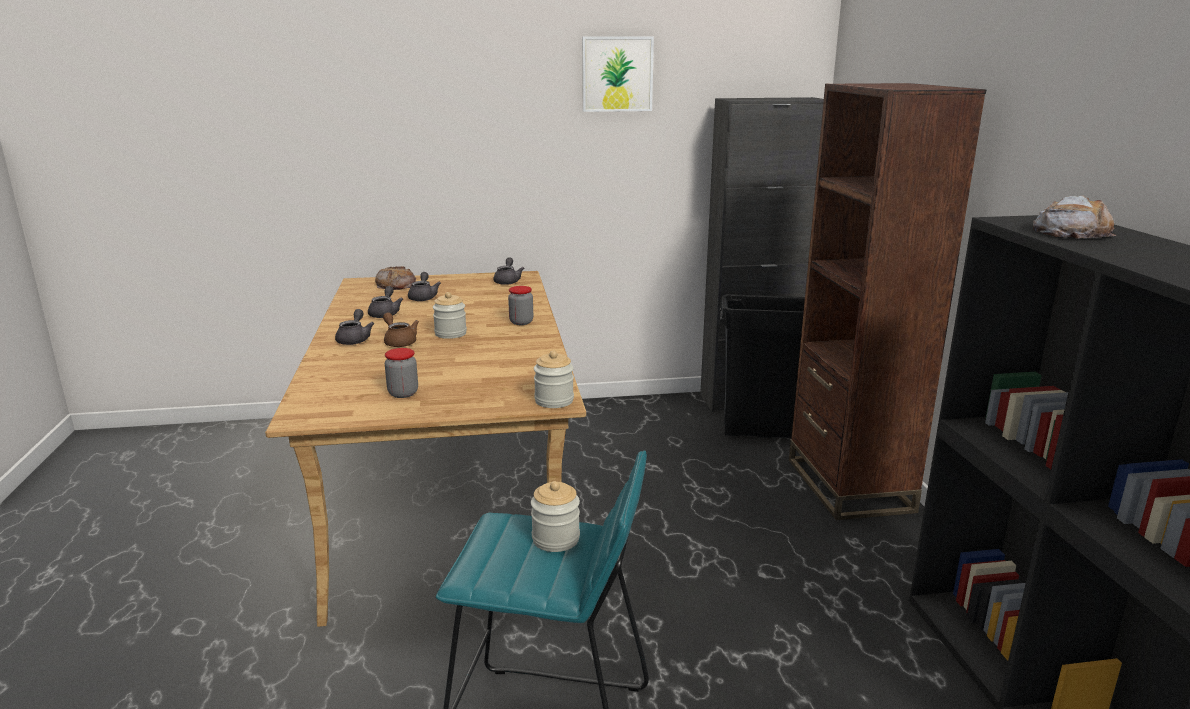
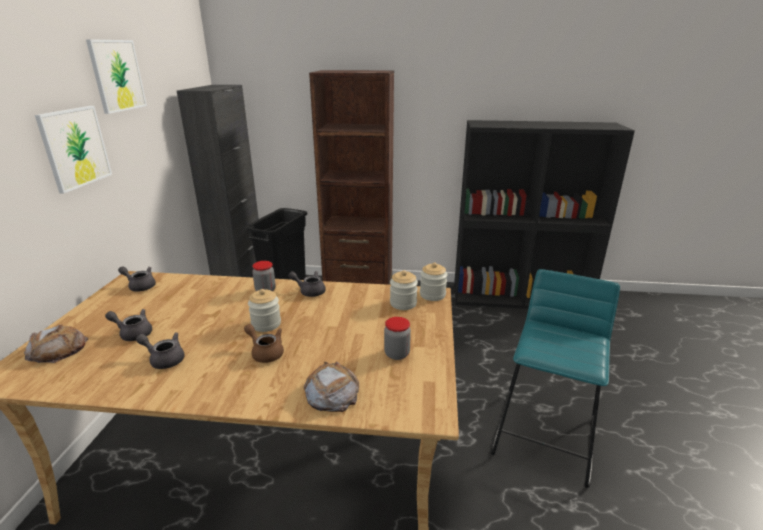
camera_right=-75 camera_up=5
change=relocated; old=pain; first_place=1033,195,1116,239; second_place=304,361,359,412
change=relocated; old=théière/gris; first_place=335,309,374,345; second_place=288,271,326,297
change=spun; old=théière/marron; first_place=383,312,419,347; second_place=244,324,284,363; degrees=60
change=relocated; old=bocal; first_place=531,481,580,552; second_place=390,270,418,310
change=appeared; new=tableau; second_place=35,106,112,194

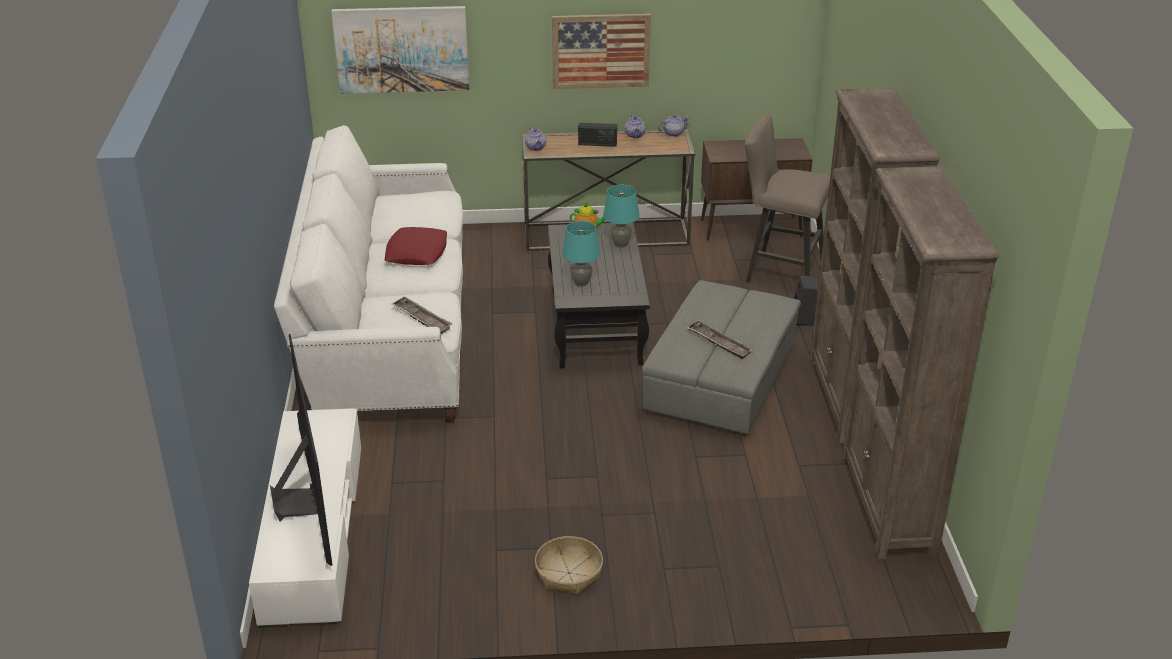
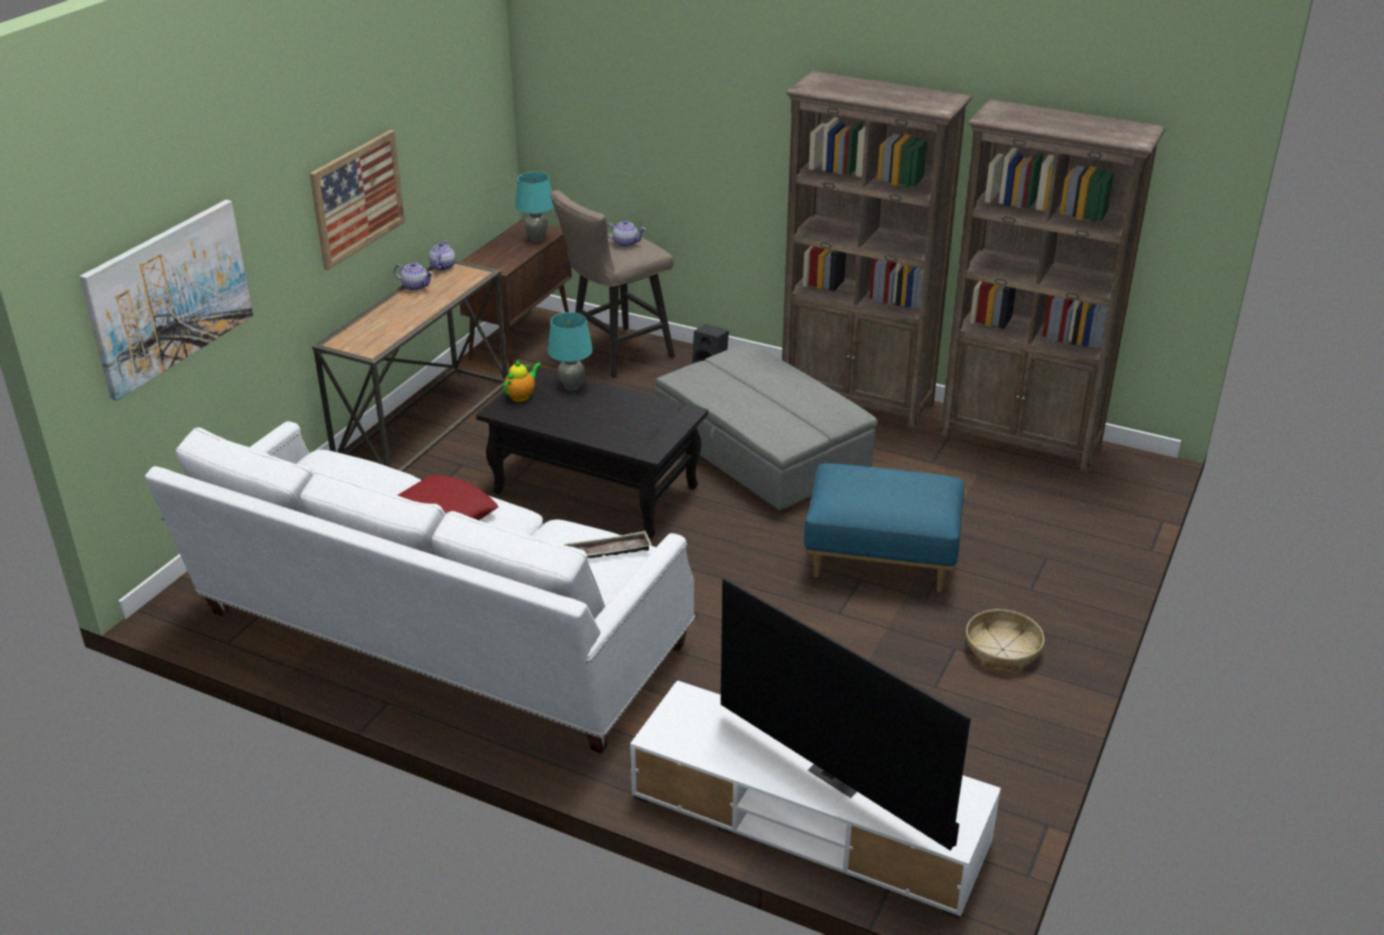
camera_right=-60 camera_up=0
change=missing; old=radio; first_place=578,123,617,147
change=relocated; old=théière; first_place=525,127,546,151; second_place=607,220,646,247
change=relocated; old=lampe de table/turquoise; first_place=562,221,600,287; second_place=515,172,554,241
change=missing; old=plateau; first_place=686,320,754,359
change=spun; old=téléviseur; first_place=270,334,332,566; second_place=721,578,971,850; degrees=-150
change=appeared; new=pouf/bleu; second_place=804,463,964,592

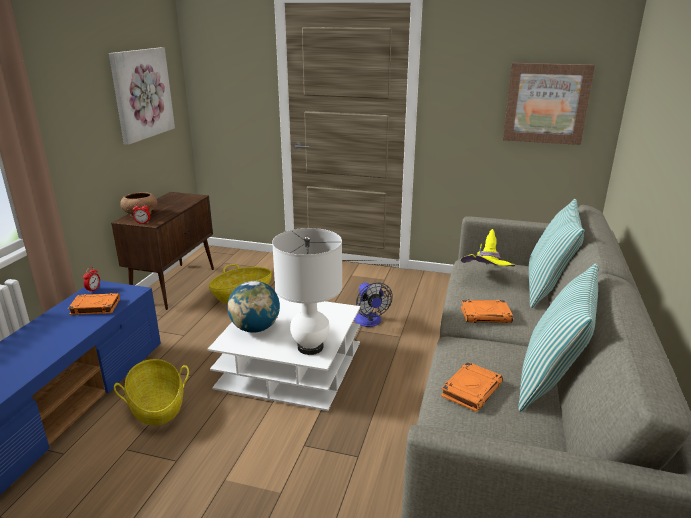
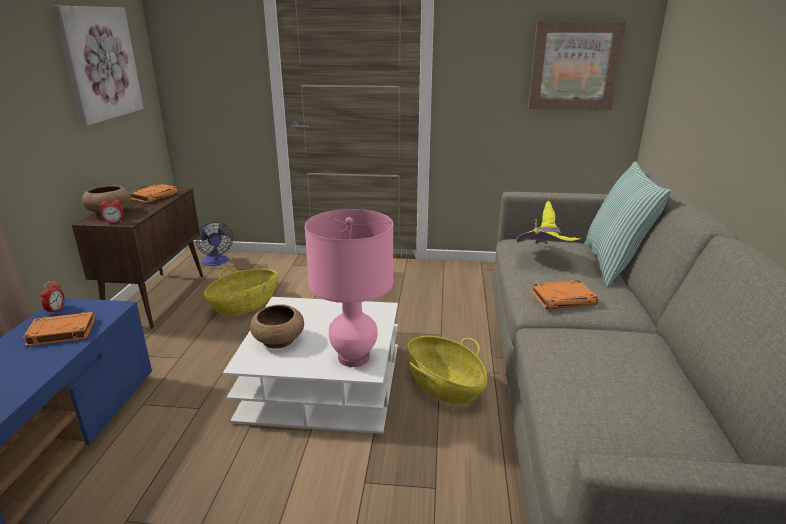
camera_right=-10 camera_up=0
change=colour; old=lampe de table/blanc; new=lampe de table/rose; first_place=272,228,342,355; second_place=305,209,394,367
change=missing; old=coussin; first_place=518,263,598,412
change=exchanged; old=globe; new=bol/marron; first_place=227,281,280,333; second_place=250,304,304,349
change=relocated; old=ventilateur; first_place=354,282,393,327; second_place=196,222,233,266
change=relocated; old=panier; first_place=114,359,189,426; second_place=407,336,487,404
change=relocated; old=livre/orange; first_place=441,362,503,412; second_place=129,183,178,203

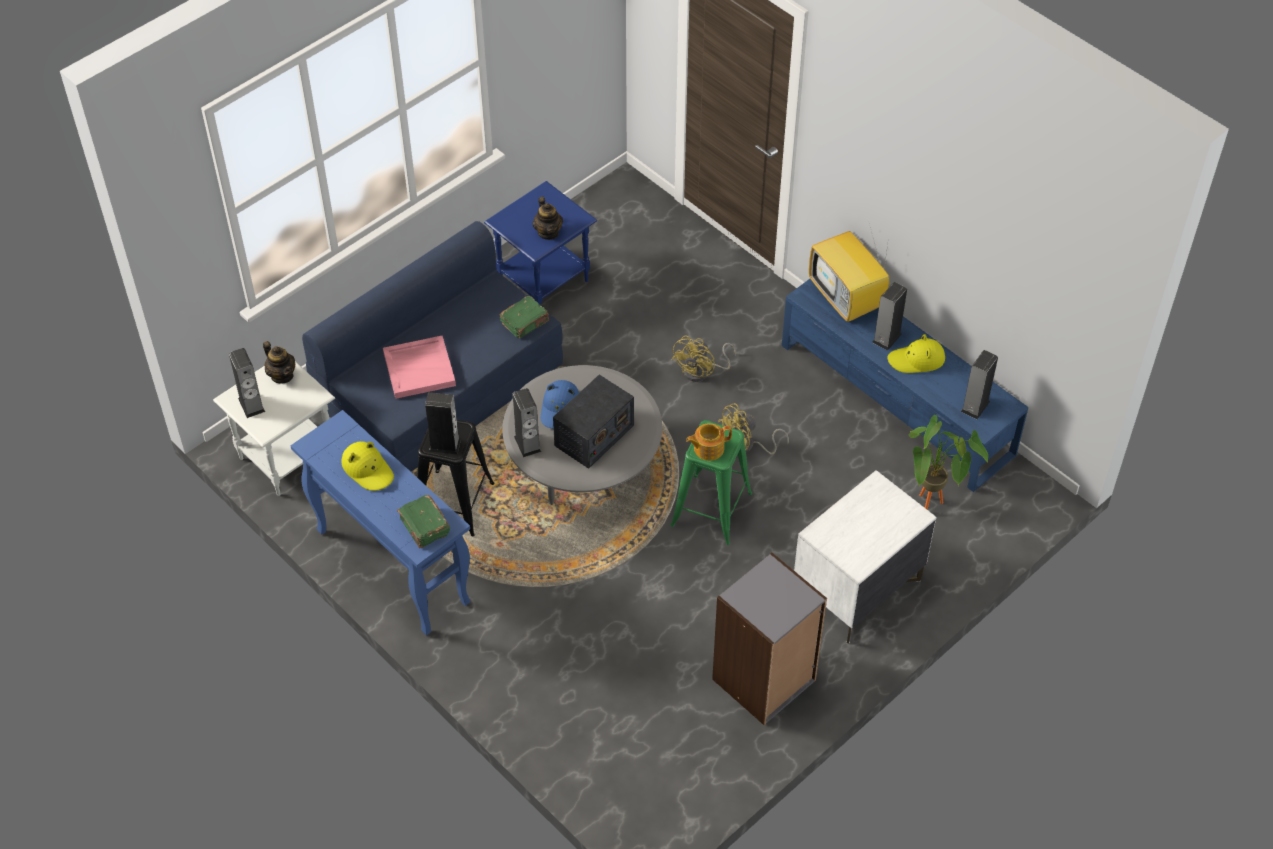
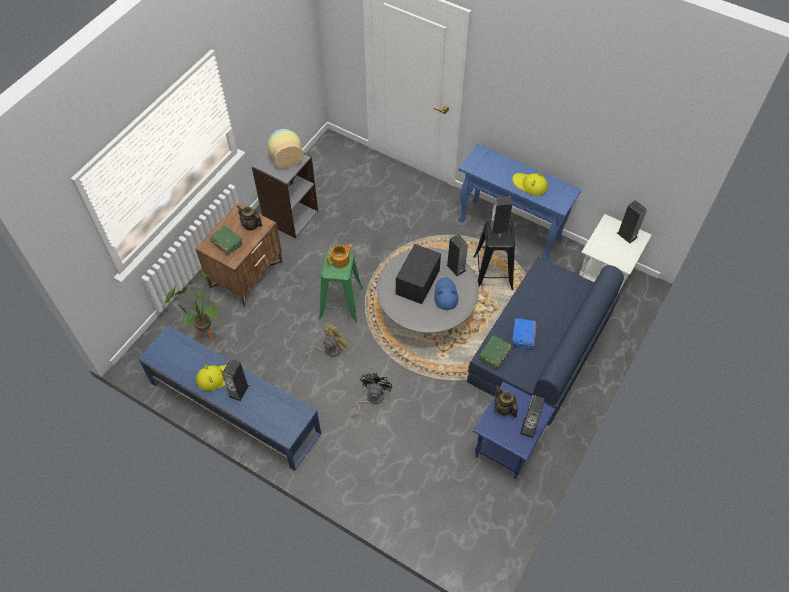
camera_right=165 camera_up=5
change=missing; old=téléviseur; first_place=809,227,889,322
change=missing; old=plateau/rose; first_place=383,336,456,399
change=colour; old=ventilateur/jaune; new=ventilateur/noir; first_place=672,336,736,382; second_place=352,373,392,417
change=relocated; old=théière; first_place=263,341,295,384; second_place=237,206,263,231
change=relocated; old=enceinte; first_place=960,350,998,419; second_place=520,395,545,438
change=colour; old=table de chevet/blanc; new=table de chevet/marron; first_place=794,470,937,644; second_place=195,203,282,307
change=relocated; old=livre/vert; first_place=397,495,450,548; second_place=210,226,243,255
change=appeared; new=vase; second_place=268,129,303,168
change=appeared; new=livre/bleu; second_place=511,318,537,349

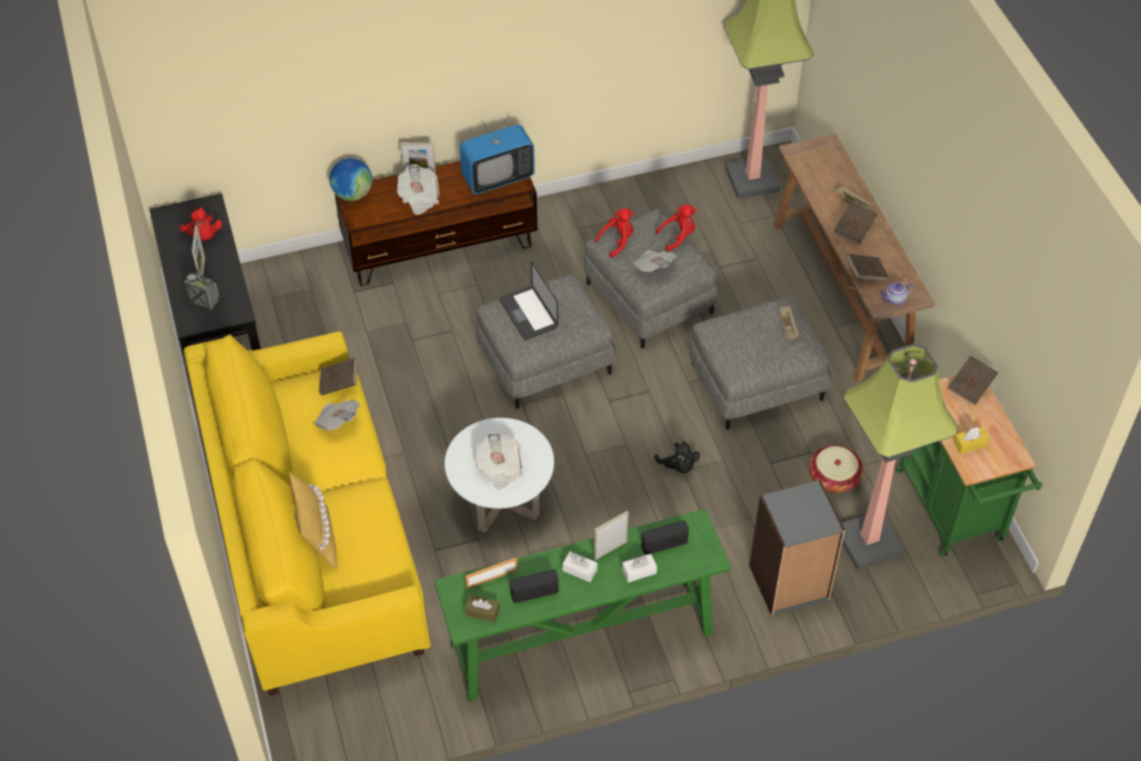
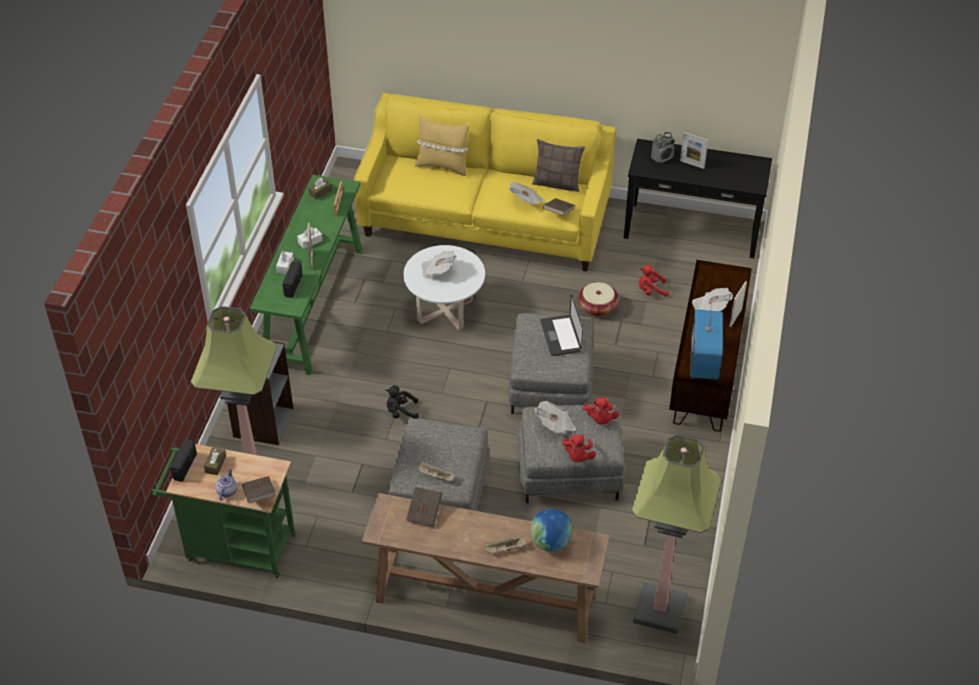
camera_right=120 camera_up=-5
change=relocated; old=globe; first_place=329,158,372,201; second_place=530,509,573,552
change=missing; old=livre/marron; first_place=833,201,877,245
change=relocated; old=peluche/rouge; first_place=180,207,222,240; second_place=639,264,669,297
change=spun; old=ordinateur portable; first_place=499,261,558,340; second_place=540,294,583,356; degrees=-105
change=relocated; old=théière; first_place=880,282,914,305; second_place=215,469,237,501
change=colour; old=boîte à mouchoirs/jaune; new=boîte à mouchoirs/marron; first_place=953,427,989,454; second_place=204,447,226,475
change=relocated; old=panier; first_place=809,445,864,493; second_place=578,282,619,317
change=relocated; old=radio; first_place=510,570,559,603; second_place=170,439,197,482
change=appeared; new=coussin; second_place=532,139,585,192

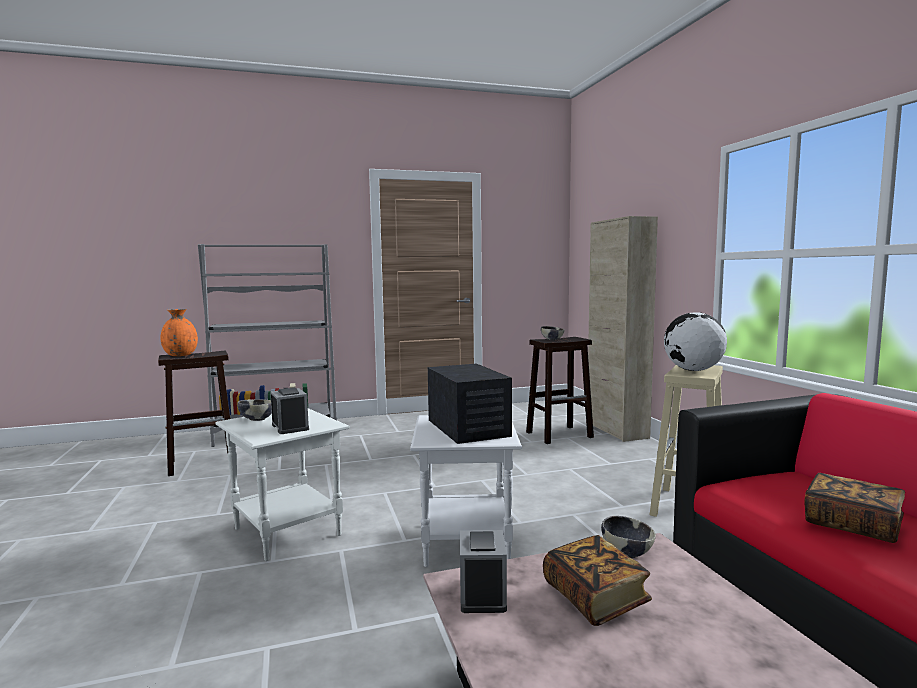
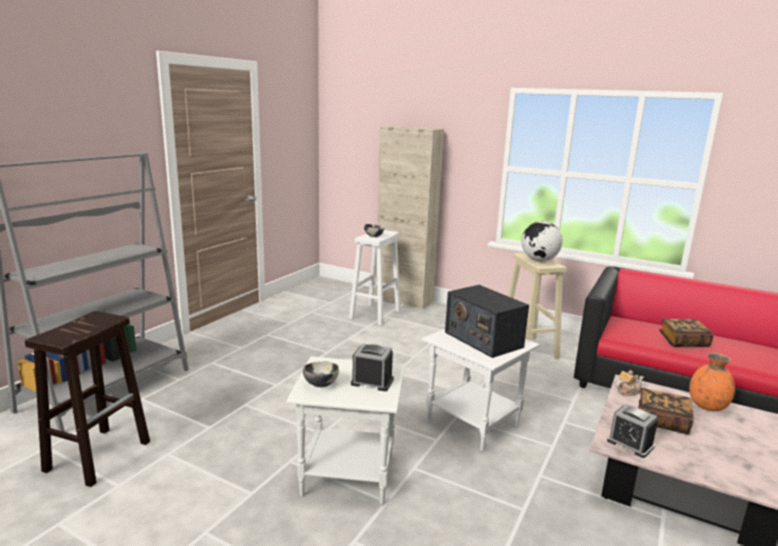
camera_right=-45 camera_up=10
change=relocated; old=vase/orange; first_place=160,309,198,356; second_place=689,353,735,411
change=colour; old=tabouret/marron; new=tabouret/blanc; first_place=526,337,594,444; second_place=349,230,401,326
change=spun; old=radio; first_place=428,364,512,444; second_place=445,285,529,358; degrees=-150
change=exchanged; old=bol; new=théière; first_place=601,516,656,558; second_place=616,370,644,396

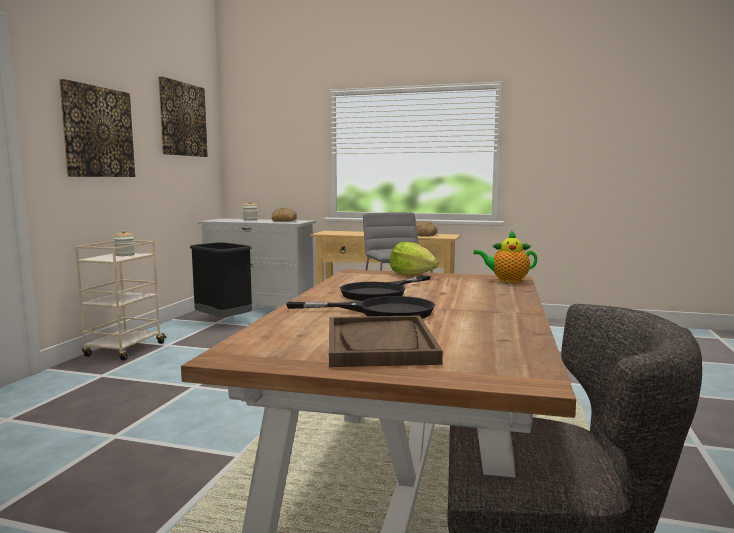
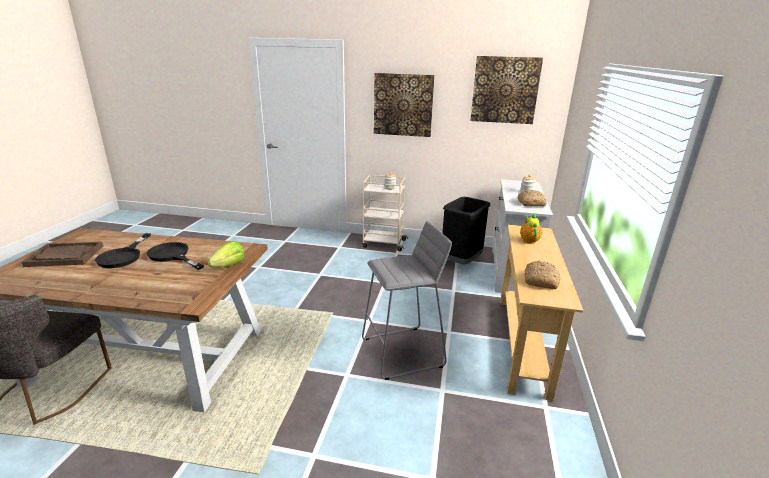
camera_right=85 camera_up=15
change=relocated; old=théière; first_place=473,230,537,283; second_place=520,213,542,244

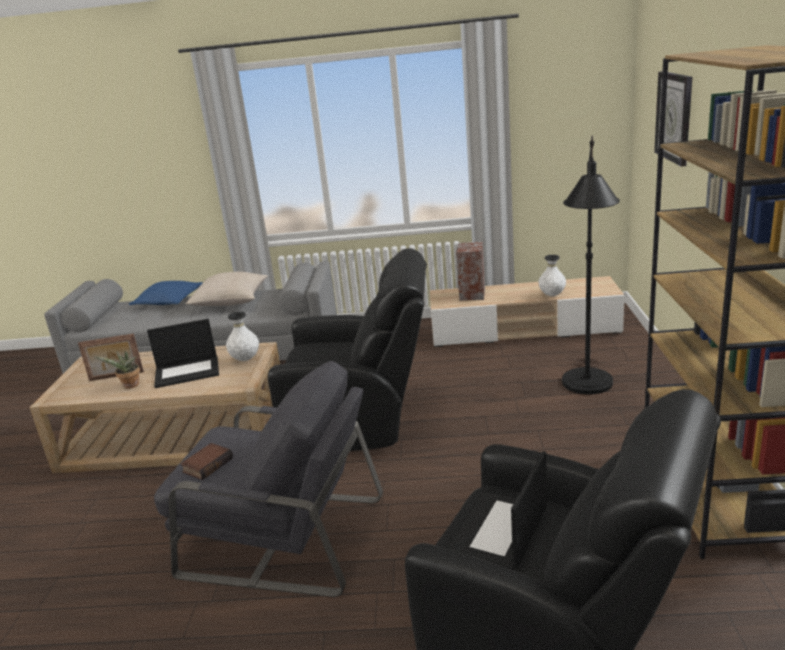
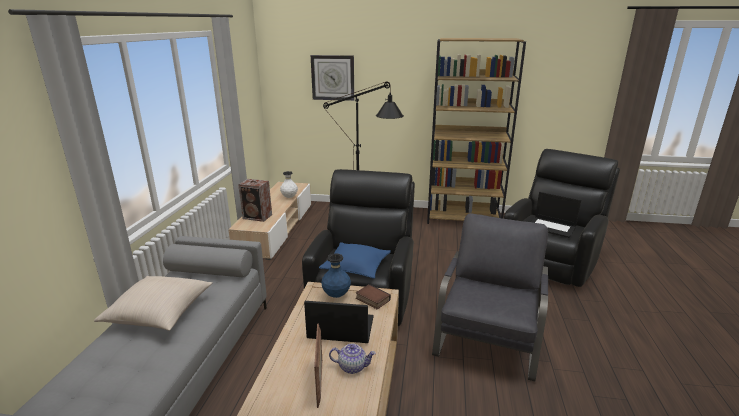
camera_right=-85 camera_up=0
change=relocated; old=coussin/bleu; first_place=129,281,203,305; second_place=319,242,391,279
change=colour; old=vase/blanc; new=vase/bleu; first_place=226,312,259,361; second_place=321,253,351,298
change=spun; old=ordinateur portable; first_place=147,319,219,388; second_place=304,301,373,343; degrees=-75
change=exchanged; old=plante en pot; new=théière; first_place=95,351,140,389; second_place=329,344,376,374
change=relocated; old=livre; first_place=180,443,233,480; second_place=356,284,391,309

